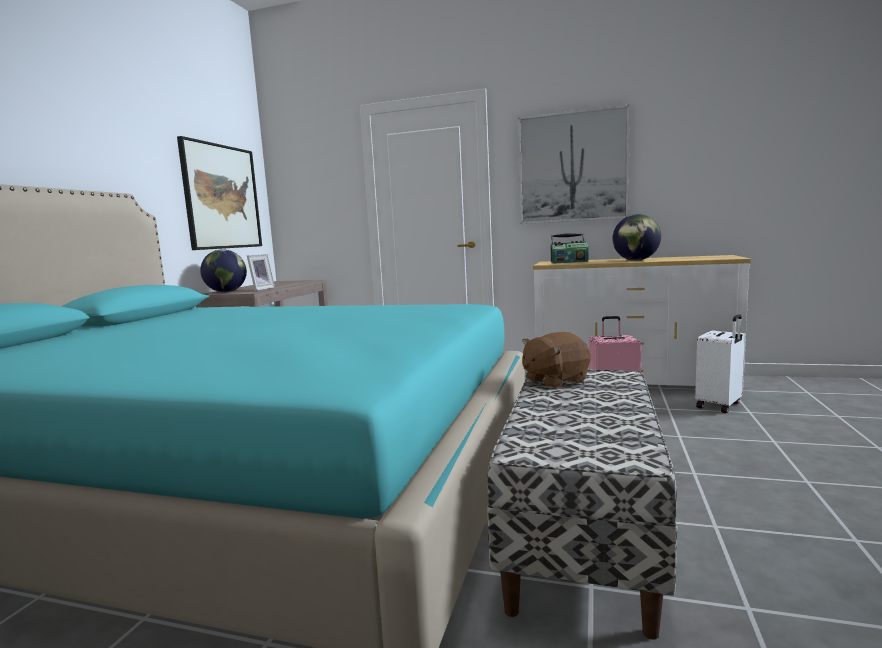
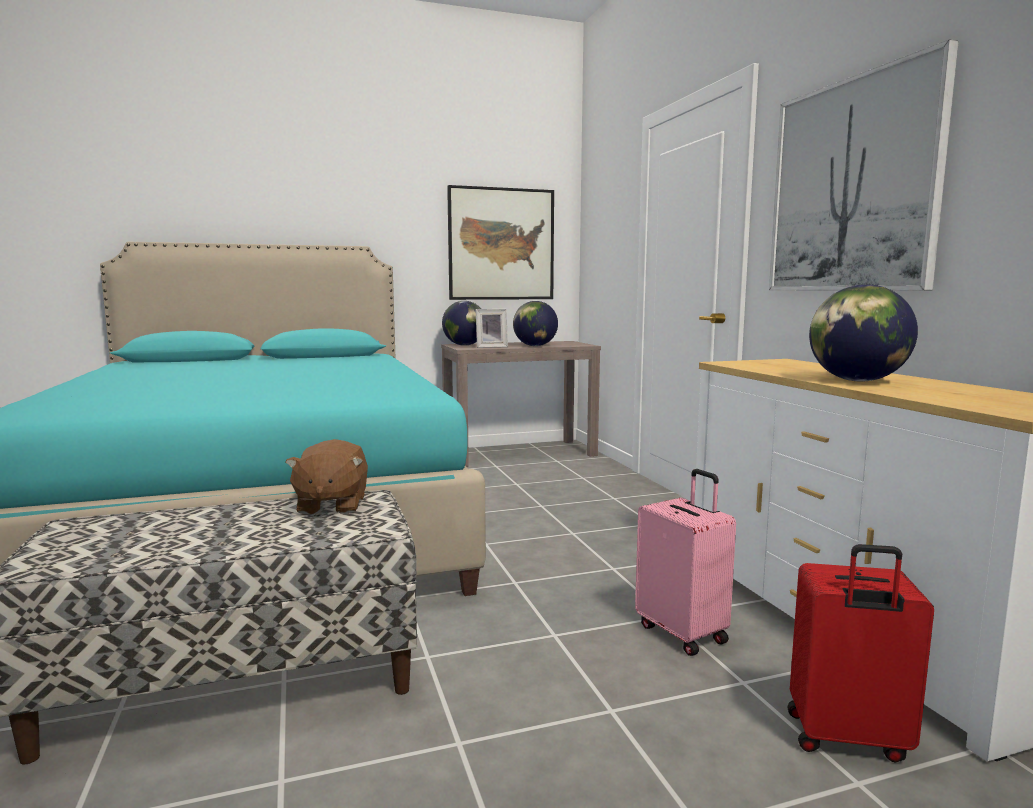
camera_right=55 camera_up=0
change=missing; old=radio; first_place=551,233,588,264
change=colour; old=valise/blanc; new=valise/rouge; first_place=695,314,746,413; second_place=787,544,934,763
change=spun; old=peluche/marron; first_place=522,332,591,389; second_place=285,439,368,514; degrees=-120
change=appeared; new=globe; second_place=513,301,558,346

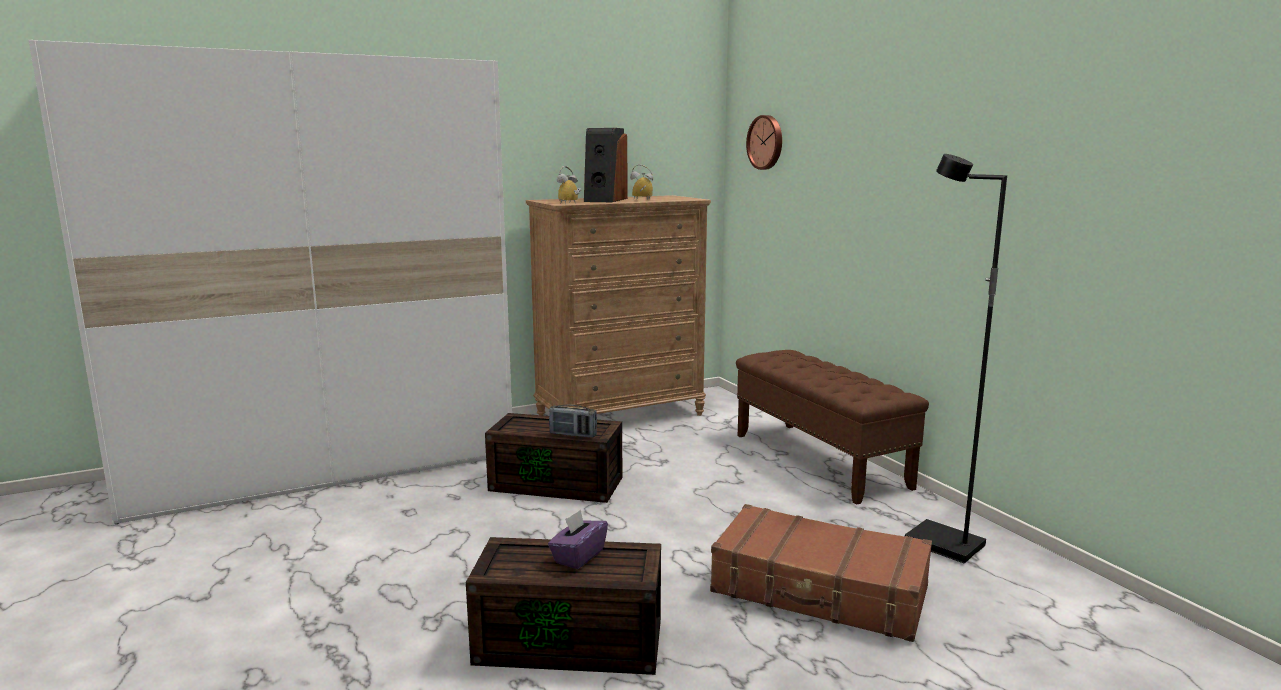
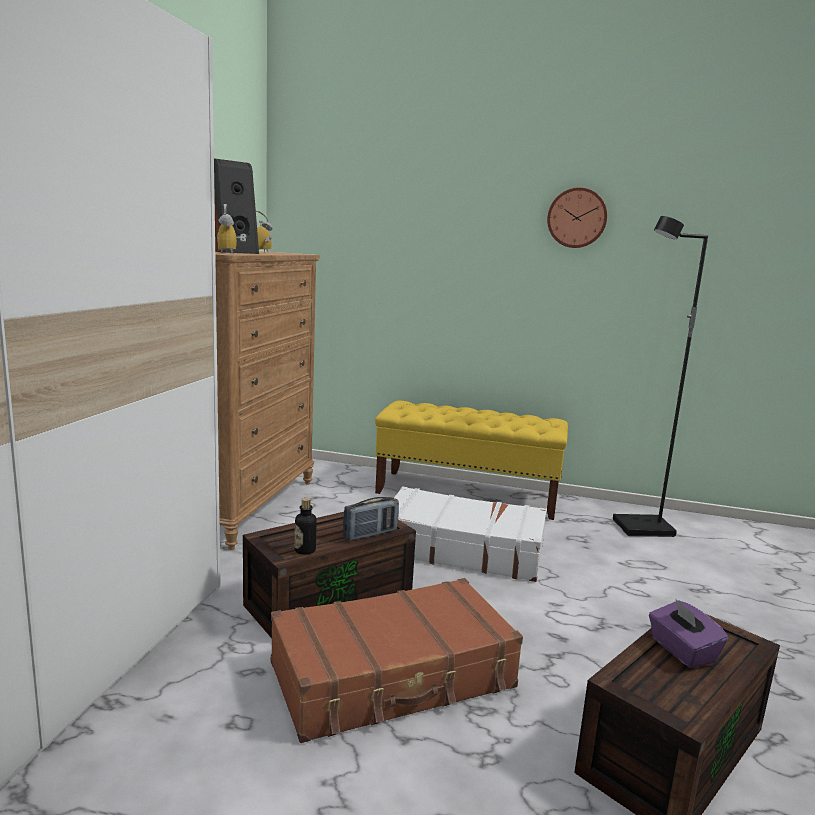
camera_right=-50 camera_up=0
change=relocated; old=horloge murale; first_place=746,115,782,170; second_place=547,187,607,248
change=colour; old=banc/marron; new=banc/jaune; first_place=736,350,929,505; second_place=375,401,568,520
change=relocated; old=valise/marron; first_place=710,504,932,642; second_place=271,578,523,743
change=appeared; new=valise/blanc; second_place=394,486,547,582
change=appeared; new=bouteille; second_place=295,498,317,555

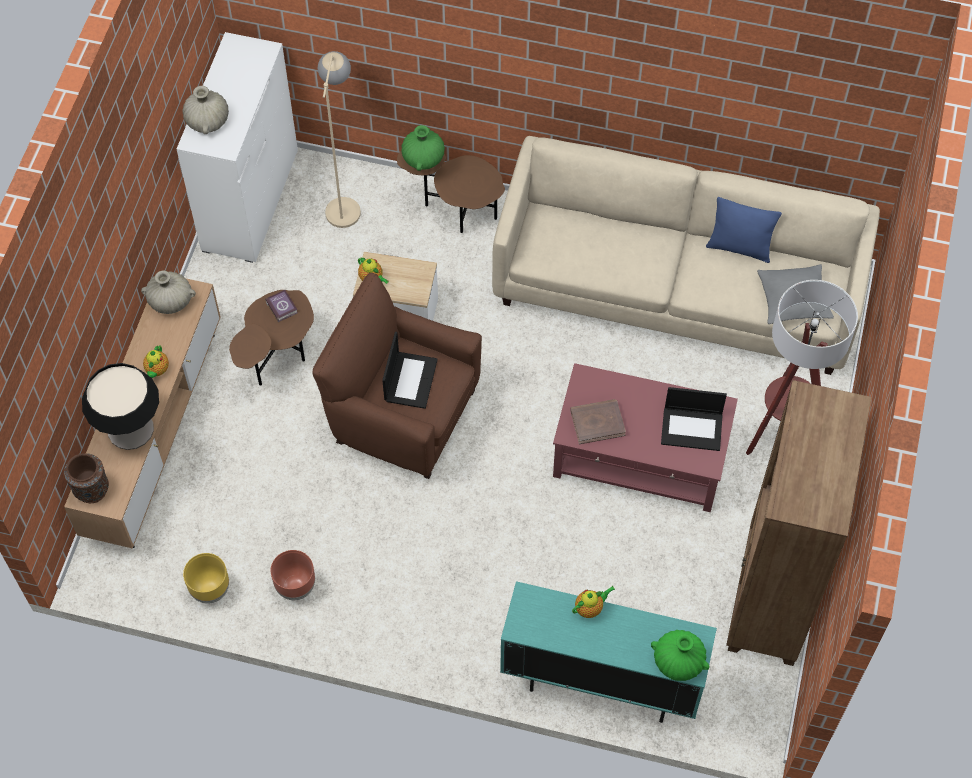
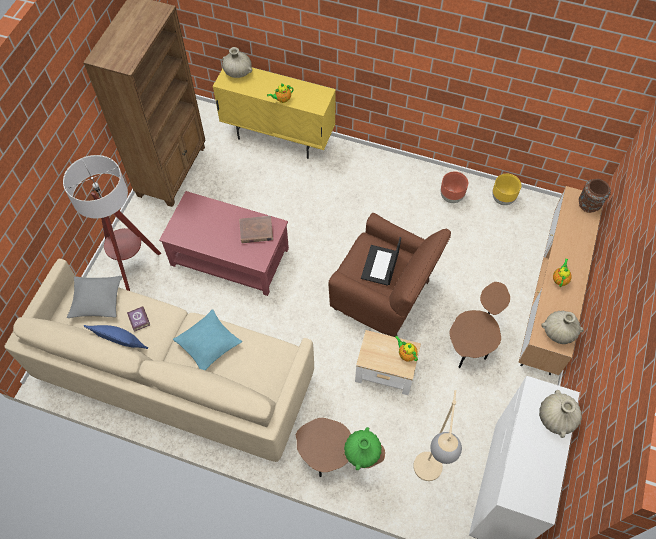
camera_right=-175 camera_up=0
change=relocated; old=livre; first_place=265,290,298,322; second_place=127,306,150,332
change=missing; old=lampe de table; first_place=82,363,159,450
change=missing; old=ordinateur portable; first_place=661,387,727,451
change=colour; old=meuble de rangement/turquoise; new=meuble de rangement/jaune; first_place=500,581,717,723; second_place=213,68,336,159
change=colour; old=vase/vert; new=vase/beige; first_place=651,630,709,681; second_place=222,47,252,78
change=appeared; new=coussin/turquoise; second_place=173,309,242,370

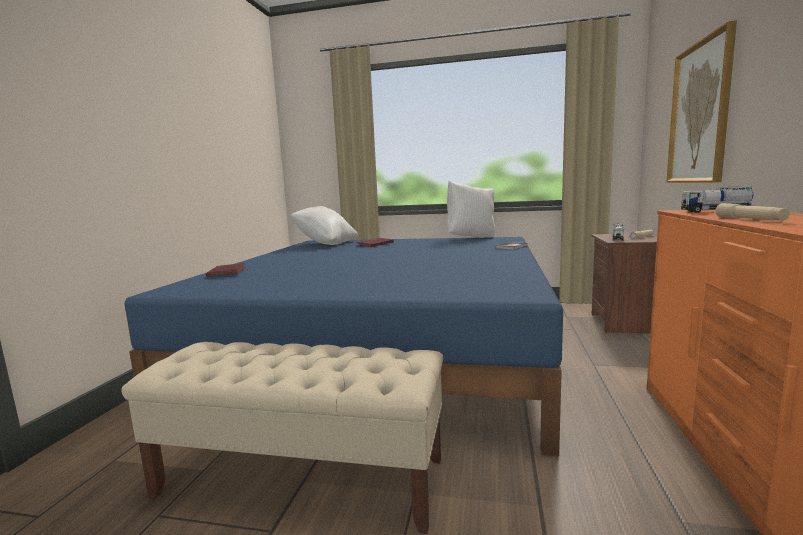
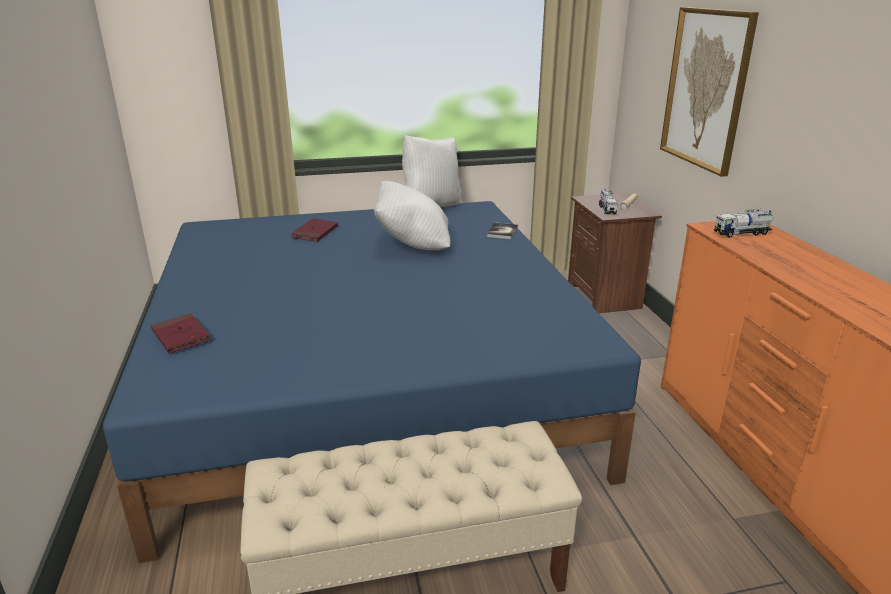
camera_right=-25 camera_up=15
change=missing; old=lampe de poche/beige; first_place=715,203,790,221
change=relocated; old=coussin/blanc; first_place=291,206,358,245; second_place=374,181,450,250

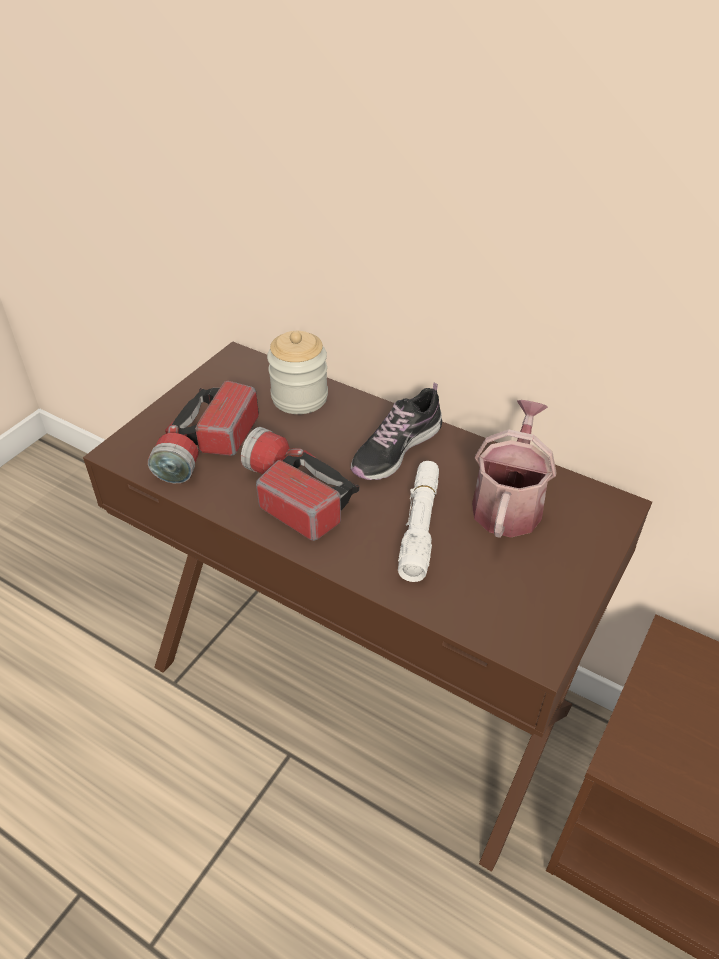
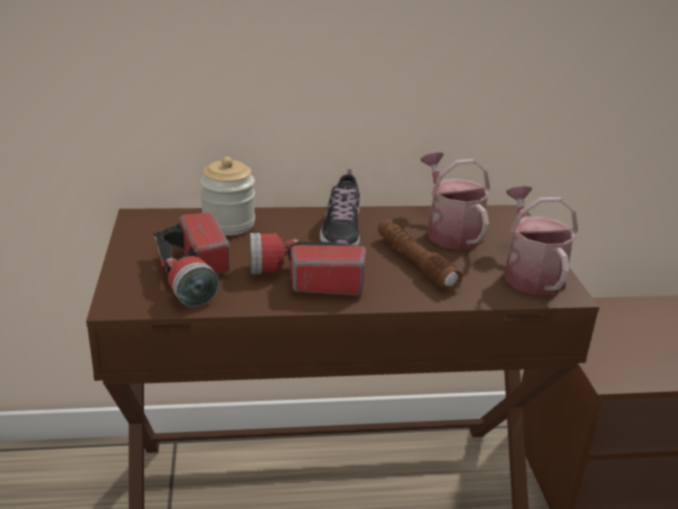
camera_right=-40 camera_up=-15
change=colour; old=lampe de poche/blanc; new=lampe de poche/marron; first_place=398,461,439,582; second_place=378,220,463,291
change=appeared; new=arrosoir; second_place=505,186,578,296

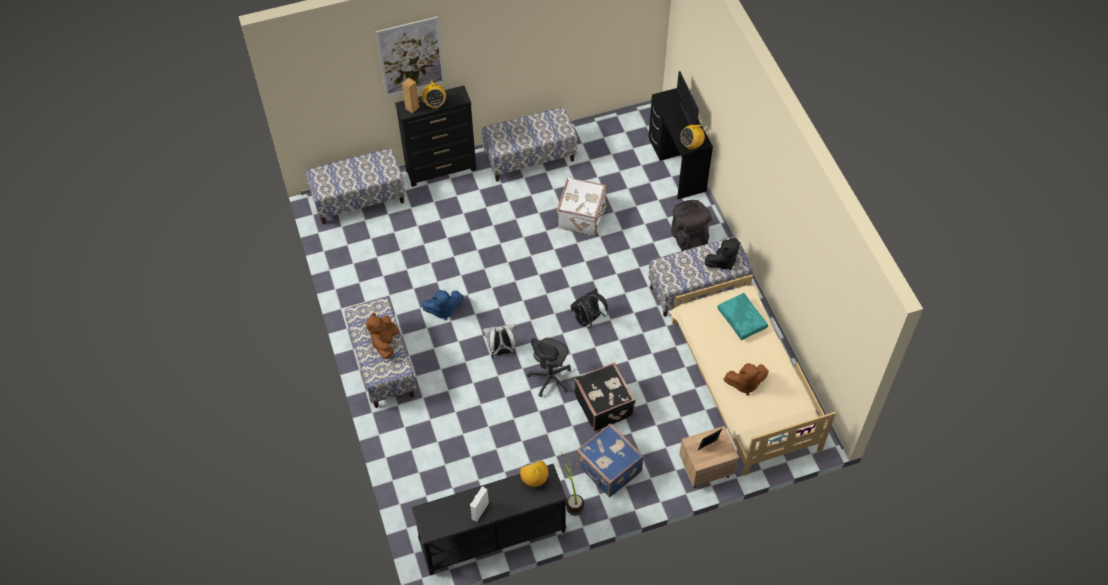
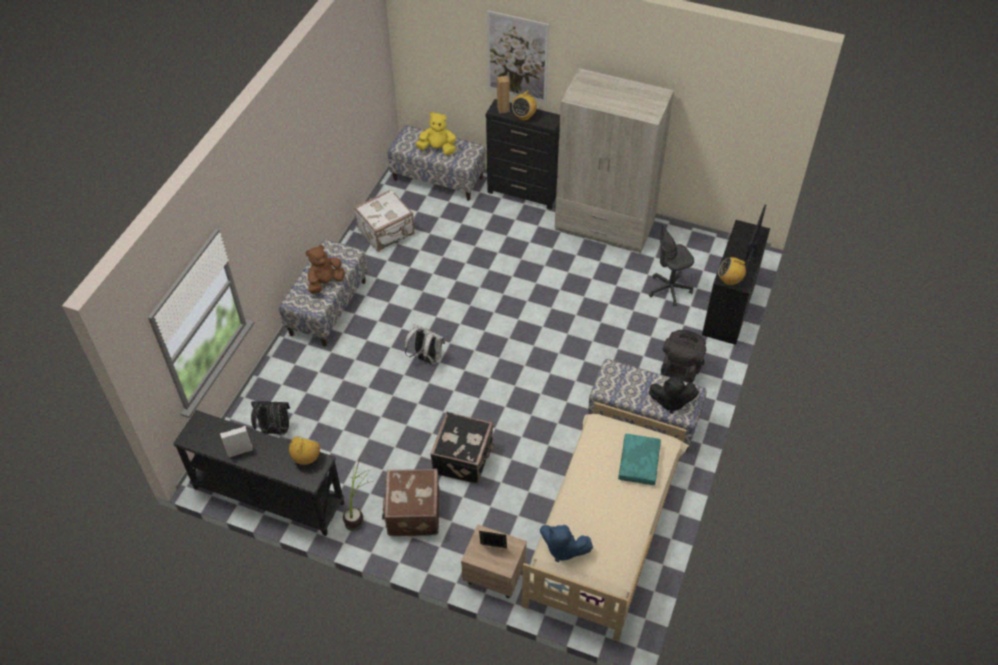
camera_right=40 camera_up=-5
change=exchanged; old=banc; new=armoire/beige; first_place=481,107,577,182; second_place=555,68,674,254
change=relocated; old=valise/blanc; first_place=556,177,608,235; second_place=354,189,415,252
change=relocated; old=sac à dos/noir; first_place=571,288,608,329; second_place=251,401,290,435
change=relocated; old=peluche/bleu; first_place=422,290,463,320; second_place=540,525,593,562
change=relocated; old=chaise de bureau/gris; first_place=527,338,571,397; second_place=649,223,694,306
change=missing; old=peluche/marron; first_place=723,363,769,395
change=colour; old=valise/bleu; new=valise/marron; first_place=576,423,644,497; second_place=382,469,439,536
change=appeared; new=peluche/jaune; second_place=415,112,456,155

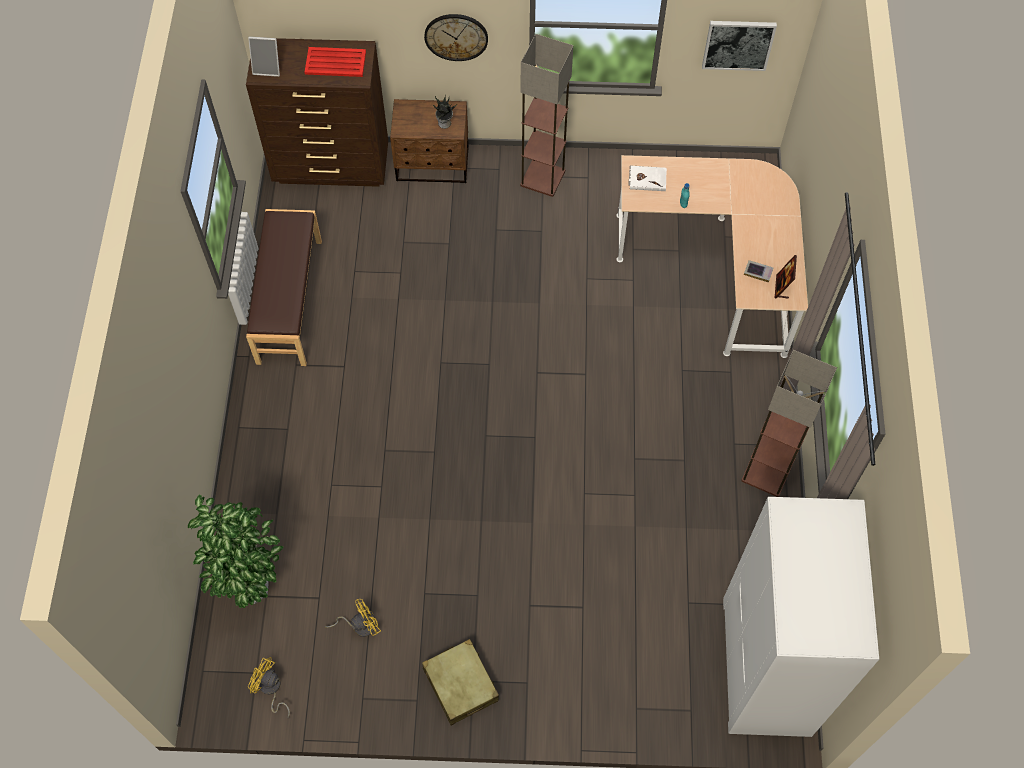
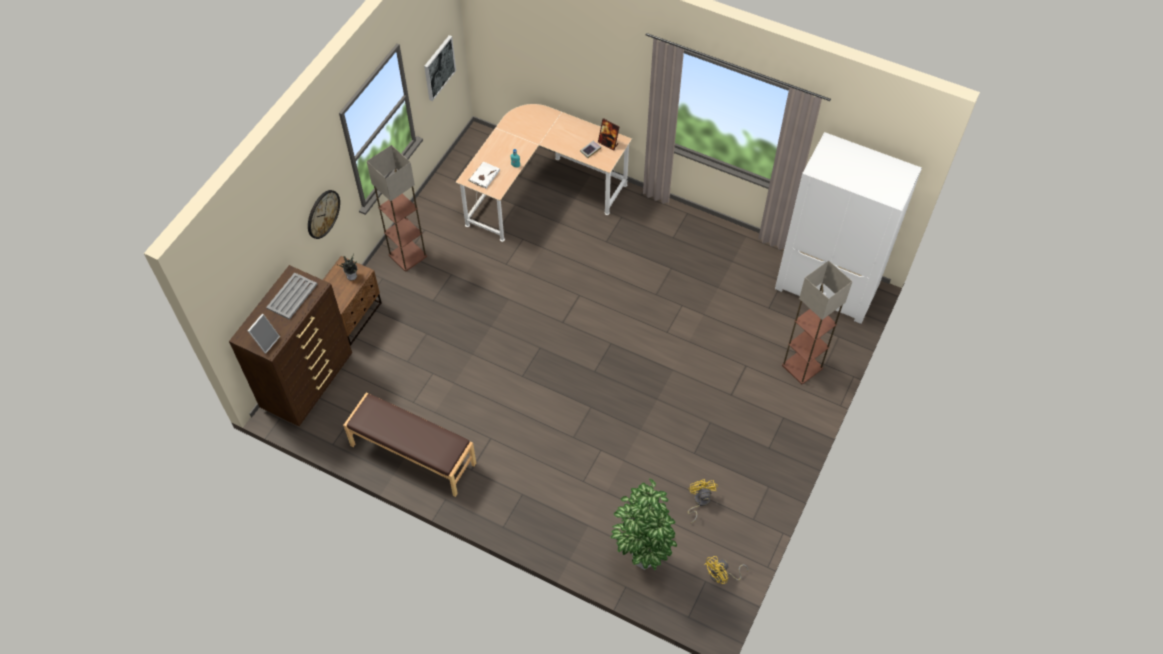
camera_right=-65 camera_up=-5
change=colour; old=plateau/rouge; new=plateau/gris; first_place=305,47,366,77; second_place=266,272,317,320
change=relocated; old=lampadaire; first_place=741,350,837,497; second_place=782,260,853,385
change=missing; old=valise/beige; first_place=422,639,499,726

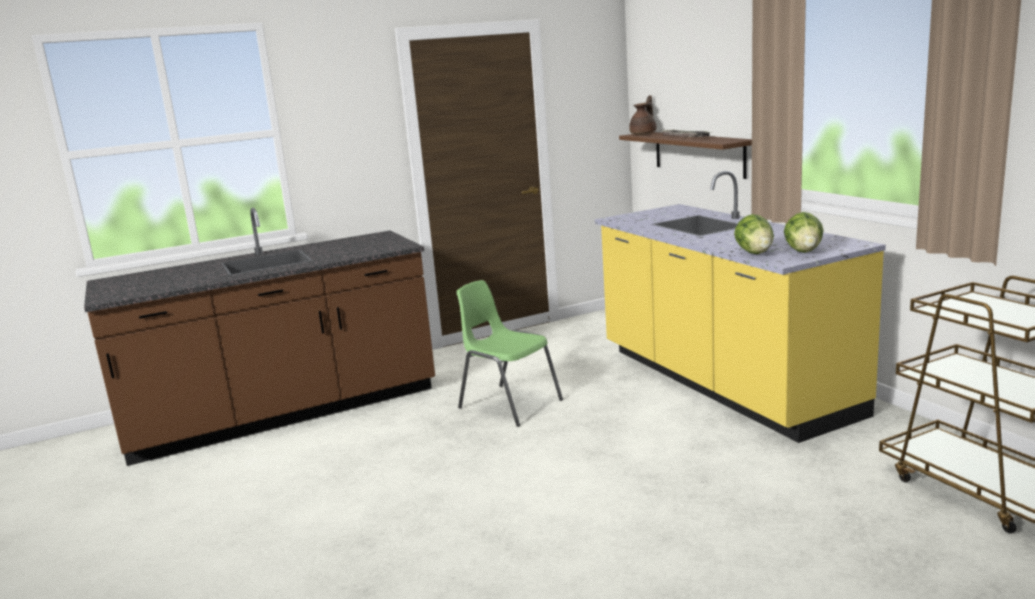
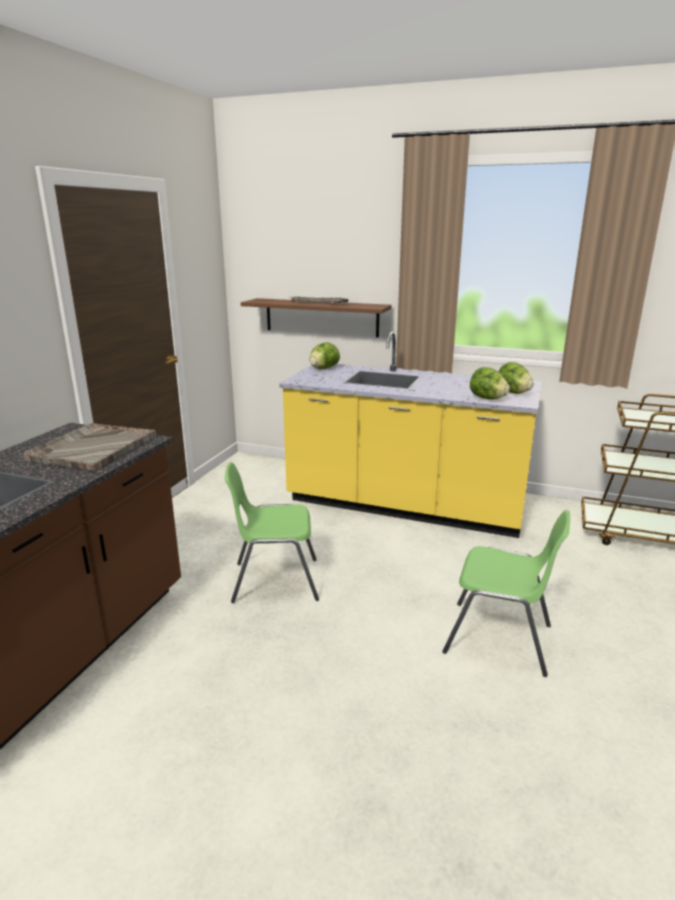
camera_right=-45 camera_up=5
change=missing; old=théière/marron; first_place=629,95,657,135
change=appeared; new=laitue; second_place=310,342,340,369
change=appeared; new=plateau/gris; second_place=23,423,156,471
change=appeared; new=chaise/vert; second_place=442,510,570,677

